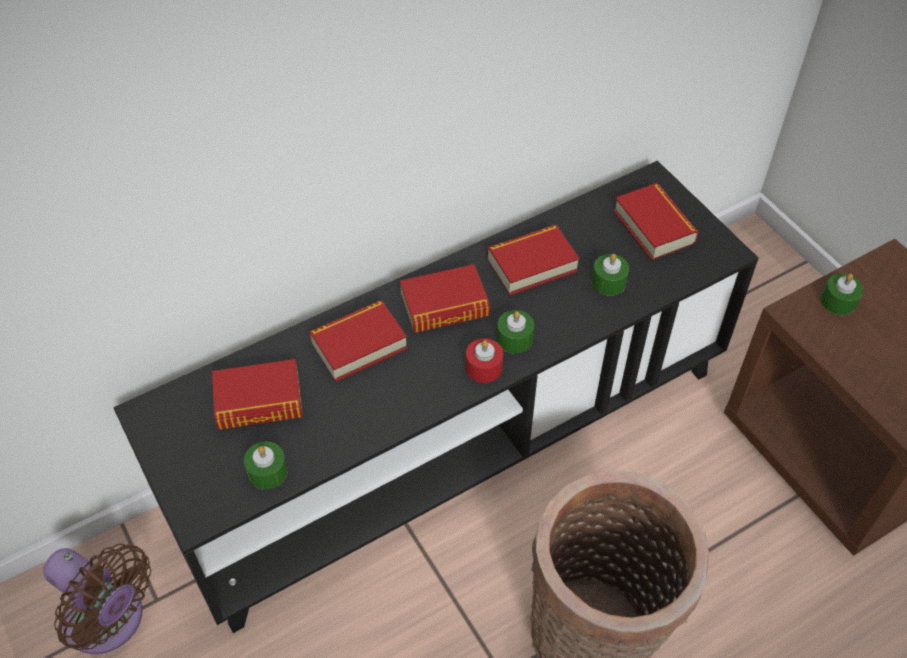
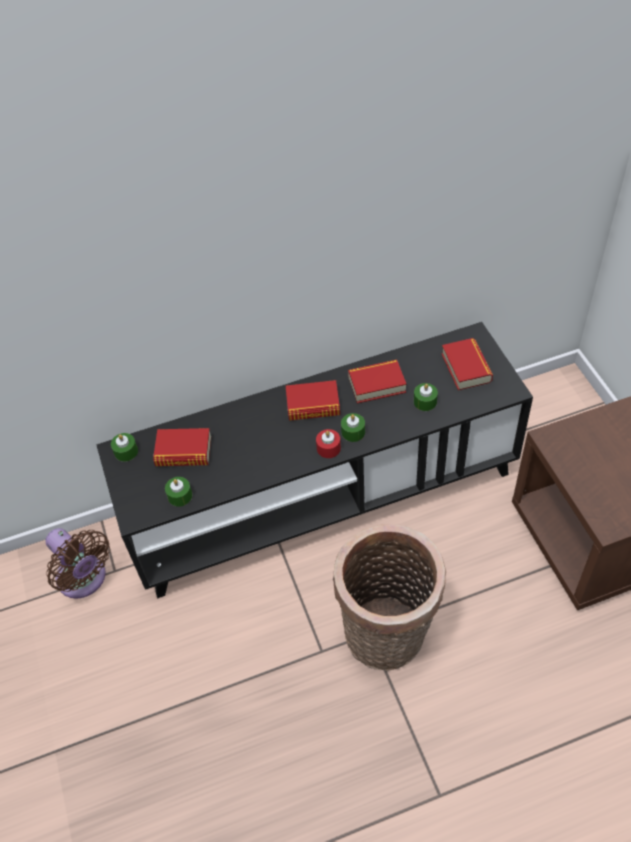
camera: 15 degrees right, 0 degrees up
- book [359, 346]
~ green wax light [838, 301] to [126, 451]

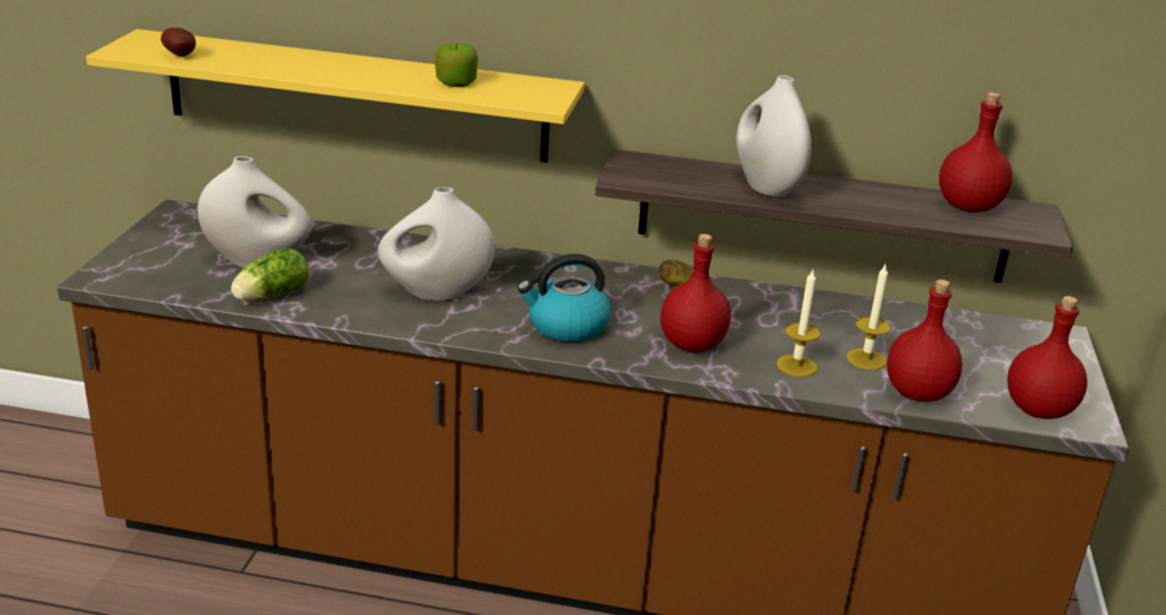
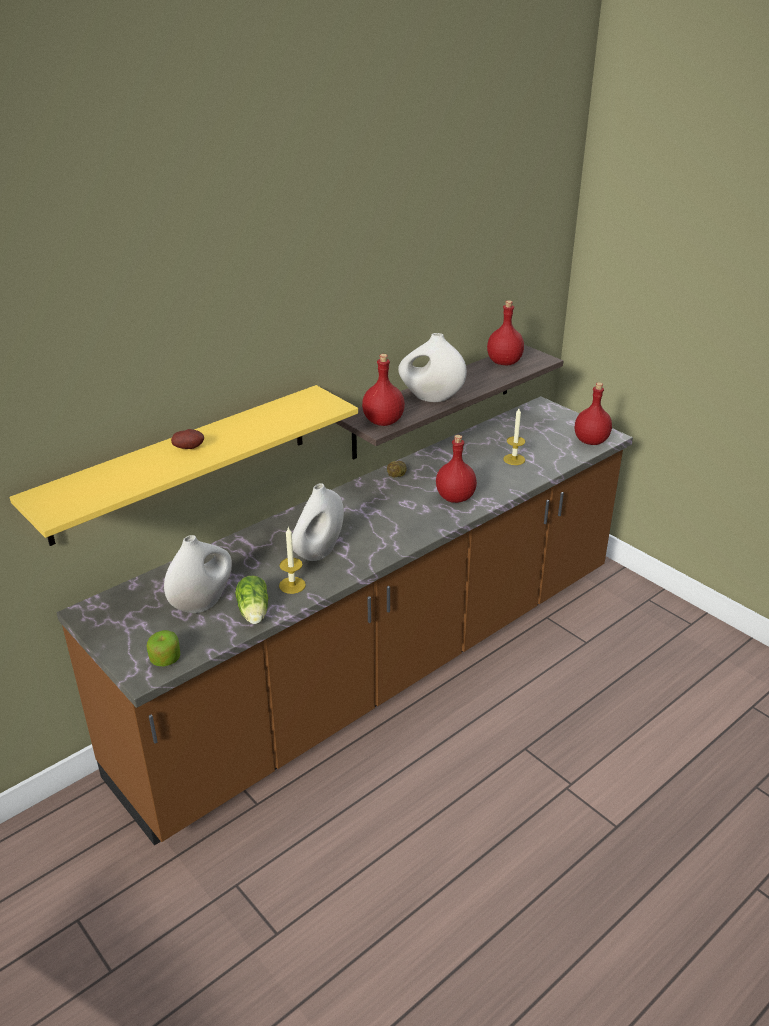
camera: 50 degrees left, 5 degrees up
~ spud [181, 55] to [190, 448]
~ whole apple [456, 83] to [165, 659]
- water kettle [566, 326]
~ wax light [796, 365] to [292, 585]
~ red-coloured drink bottle [919, 393] to [384, 421]

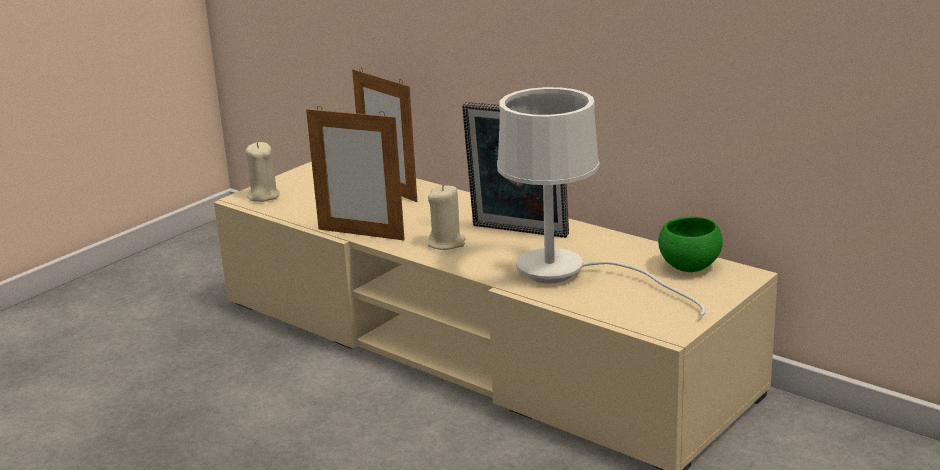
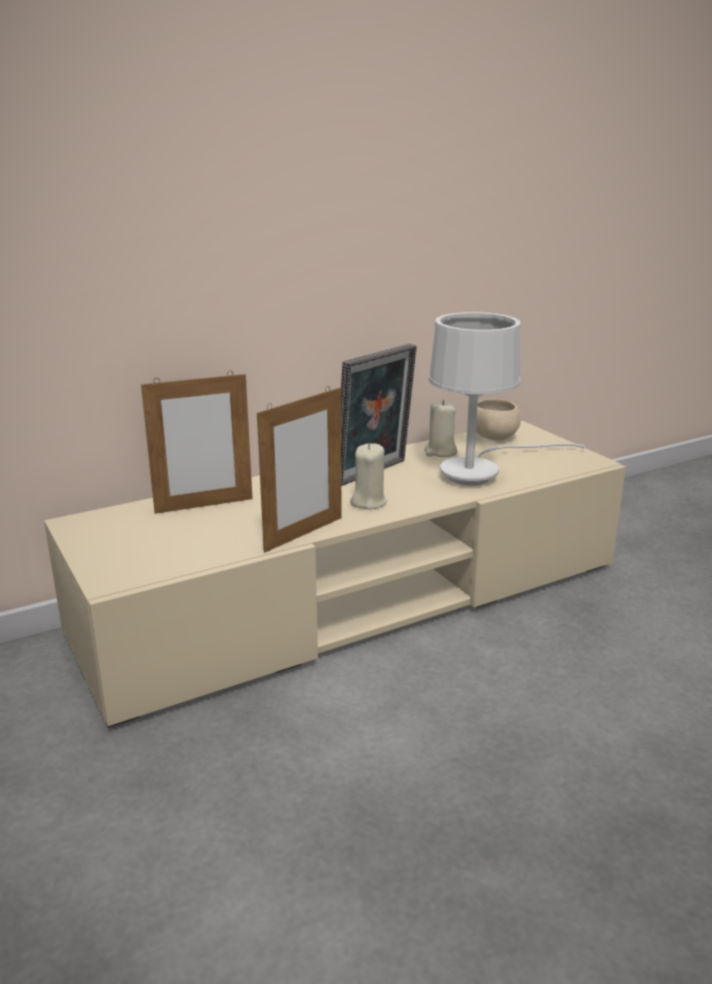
camera: 70 degrees left, 0 degrees up
~ beige-coloured wax light [263, 196] to [440, 452]
~ green bowl [690, 266] to beige-coloured bowl [494, 437]

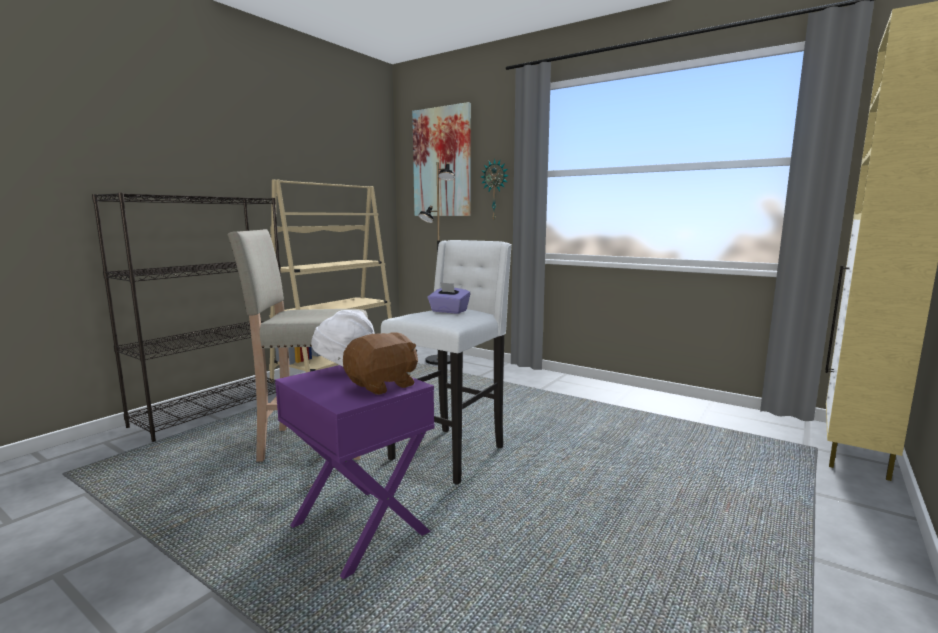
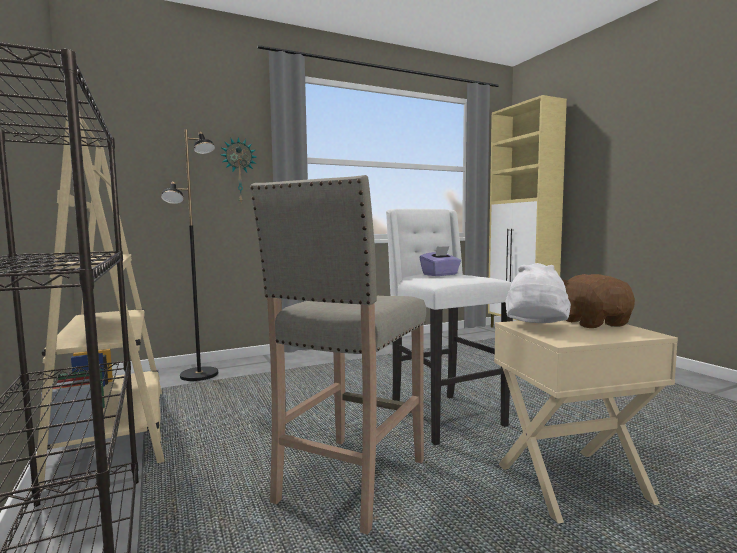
camera: 60 degrees left, 5 degrees down
~ purple-coloured side table [358, 530] to beige-coloured side table [573, 485]
- wall picture [442, 162]

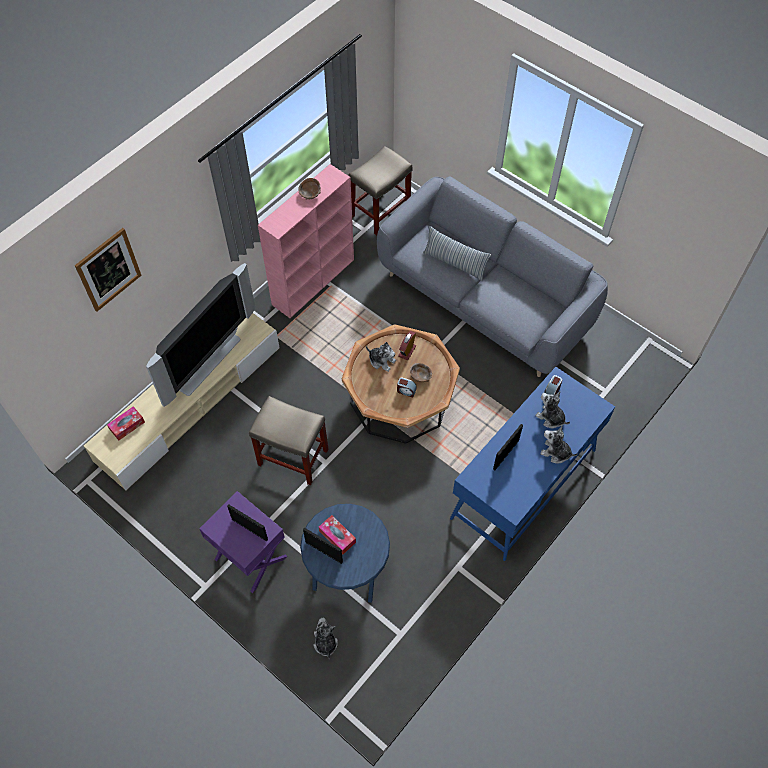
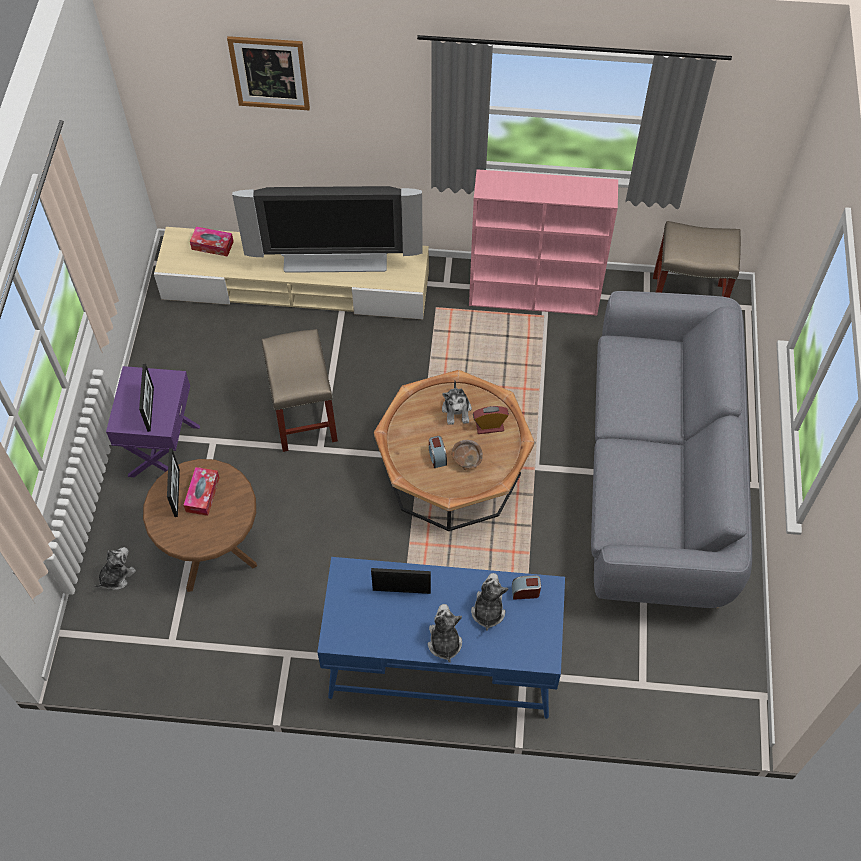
camera: 55 degrees right, 0 degrees up
- brownish bowl [310, 193]
~ blue-coloured side table [347, 568] to brownish side table [211, 545]
- throw pillow [454, 263]

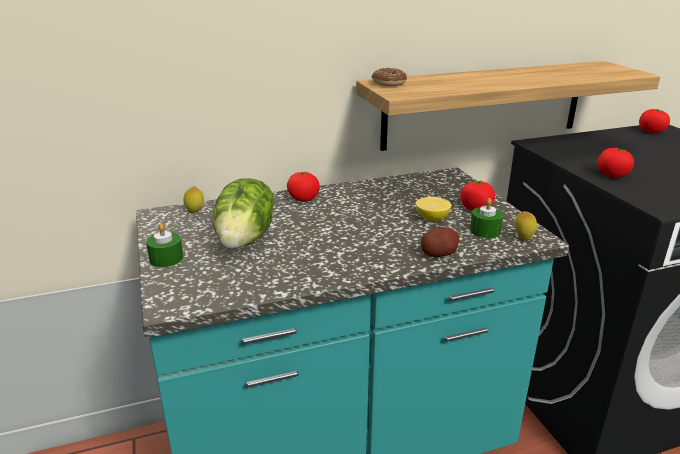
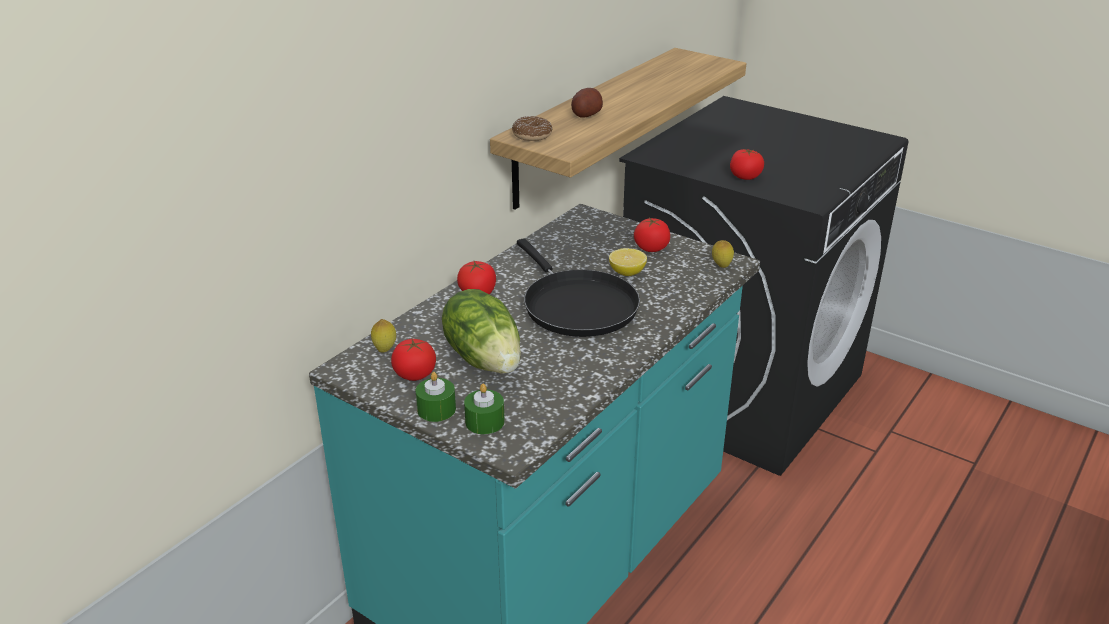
camera: 35 degrees left, 5 degrees up
~ spud [438, 253] to [586, 114]
~ green wax light [485, 231] to [484, 421]
~ fresh tomato [651, 131] to [415, 374]
+ black skillet [576, 305]

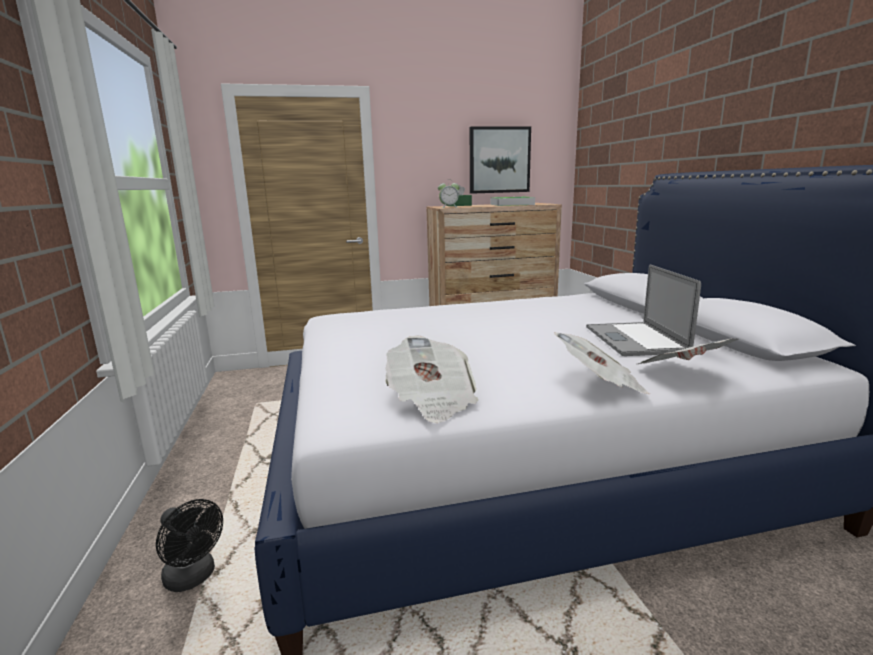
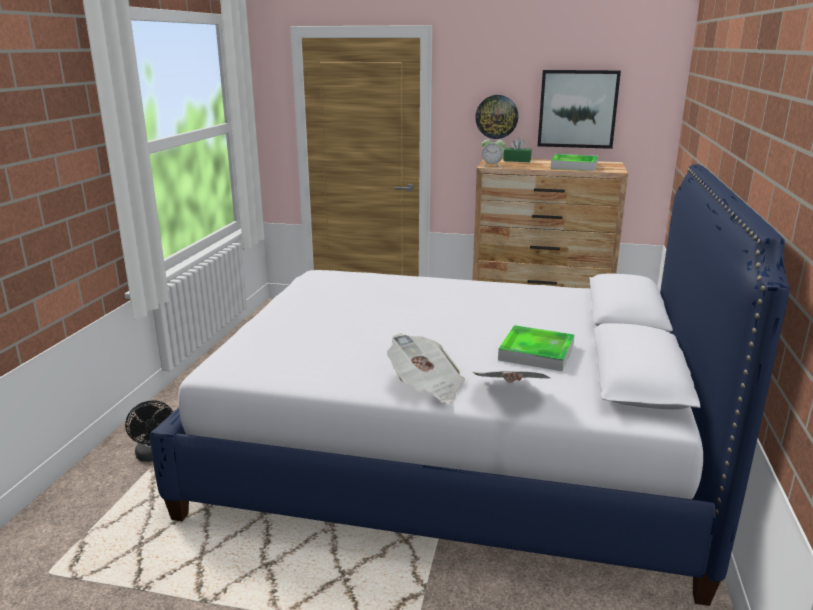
camera: 25 degrees right, 5 degrees up
- daily paper [432, 401]
~ notebook computer [634, 339] to tray [536, 352]
+ hanging clock [496, 116]

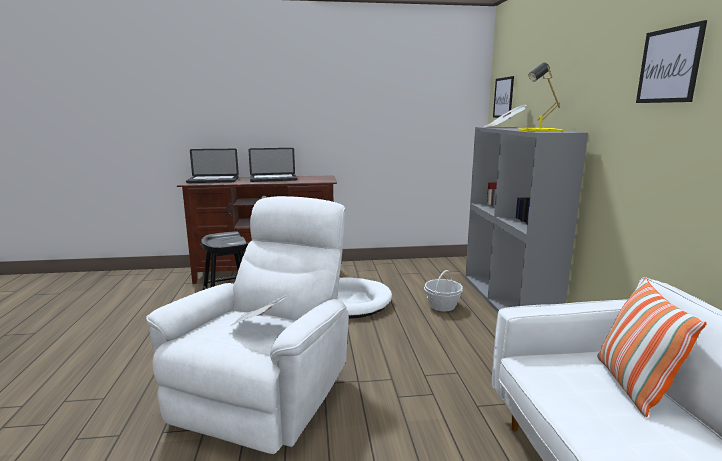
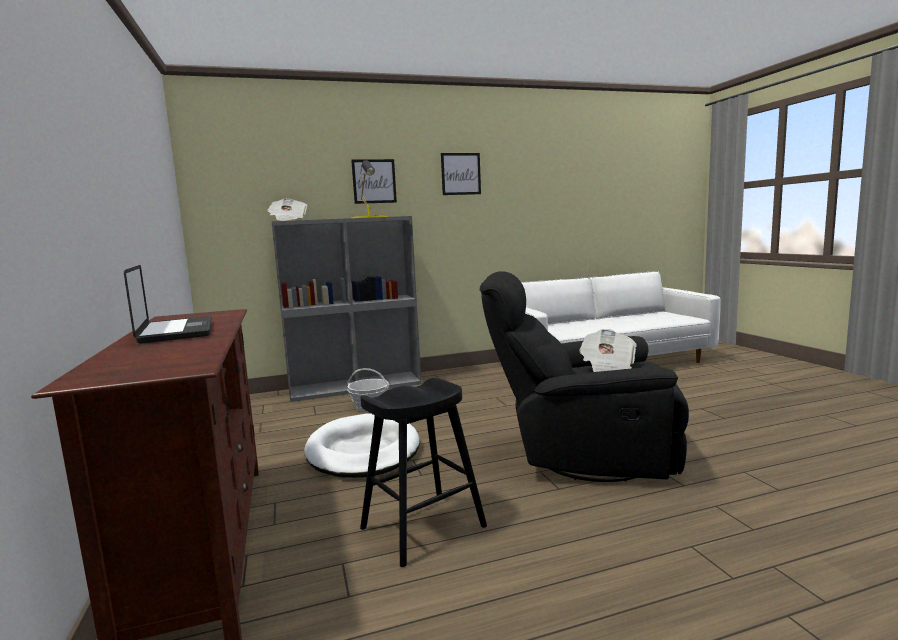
camera: 100 degrees left, 5 degrees down
~ white-coloured armchair [268, 392] to black armchair [581, 454]
- notebook computer [213, 180]
~ wall picture [503, 97] to [374, 181]
- throw pillow [632, 386]

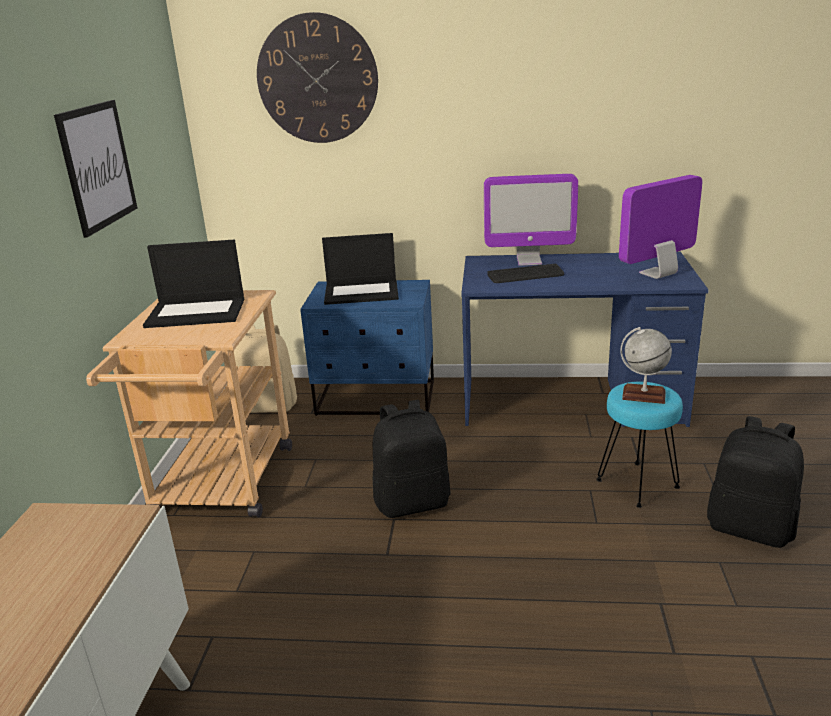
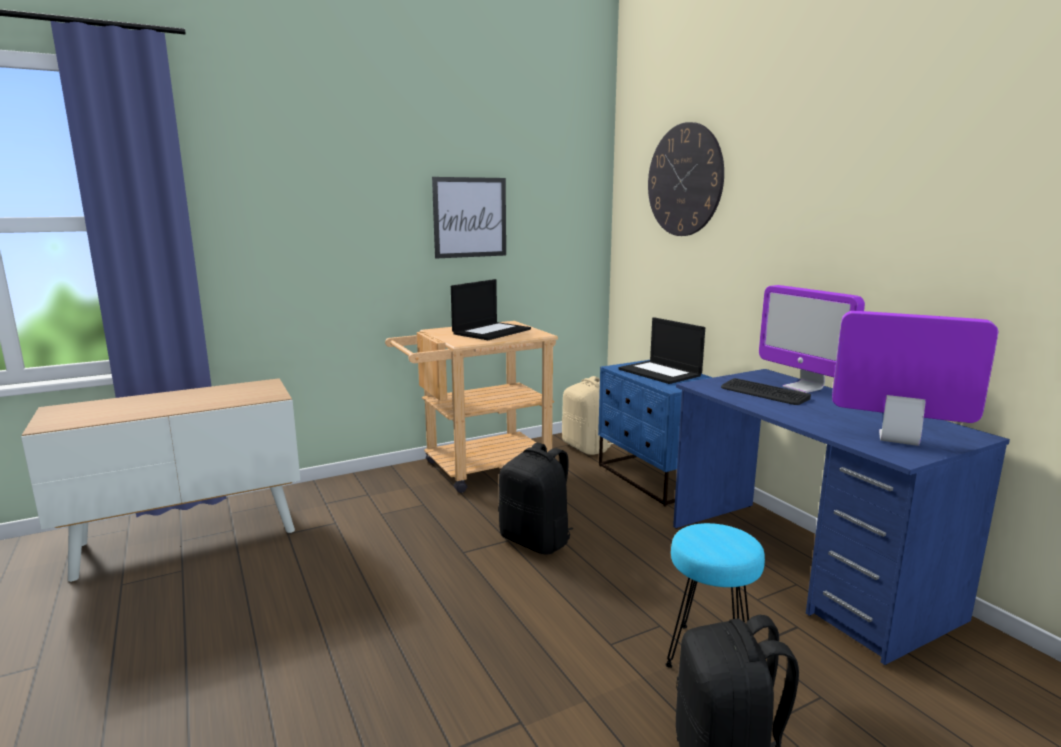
camera: 55 degrees right, 10 degrees down
~ notebook computer [197, 312] = [491, 331] 105 degrees counterclockwise
- world globe [643, 395]

